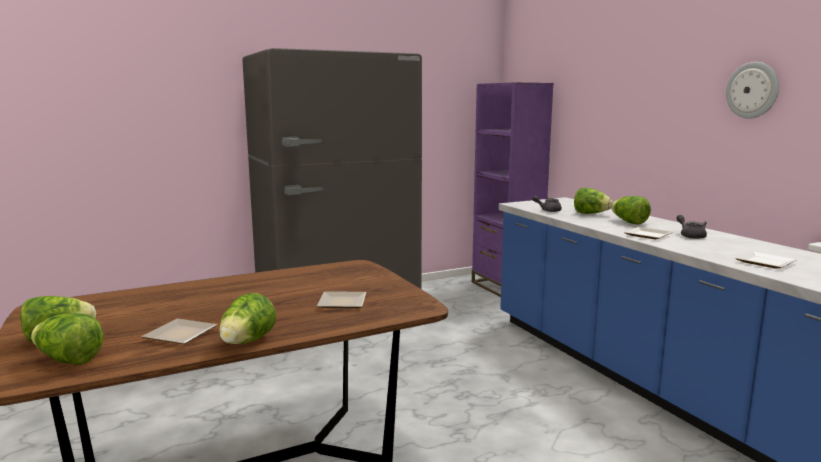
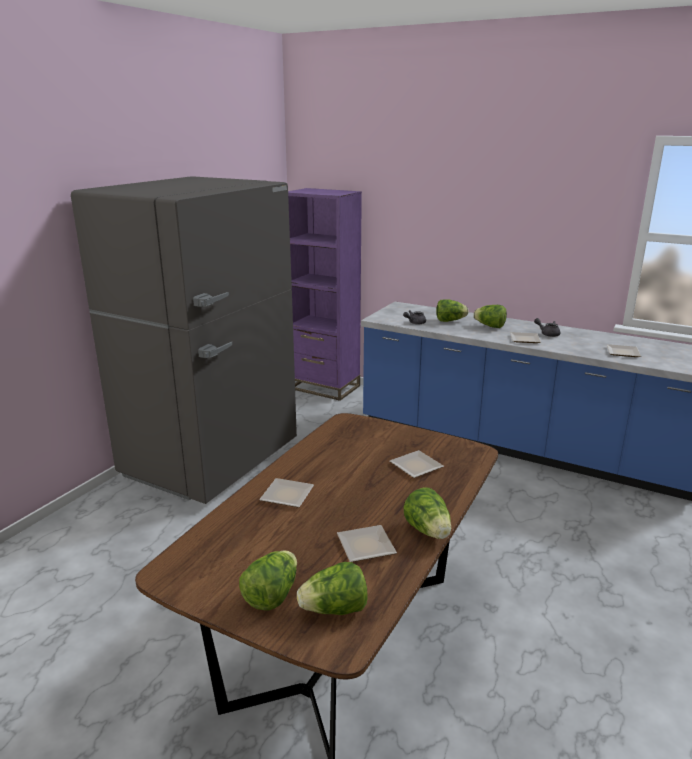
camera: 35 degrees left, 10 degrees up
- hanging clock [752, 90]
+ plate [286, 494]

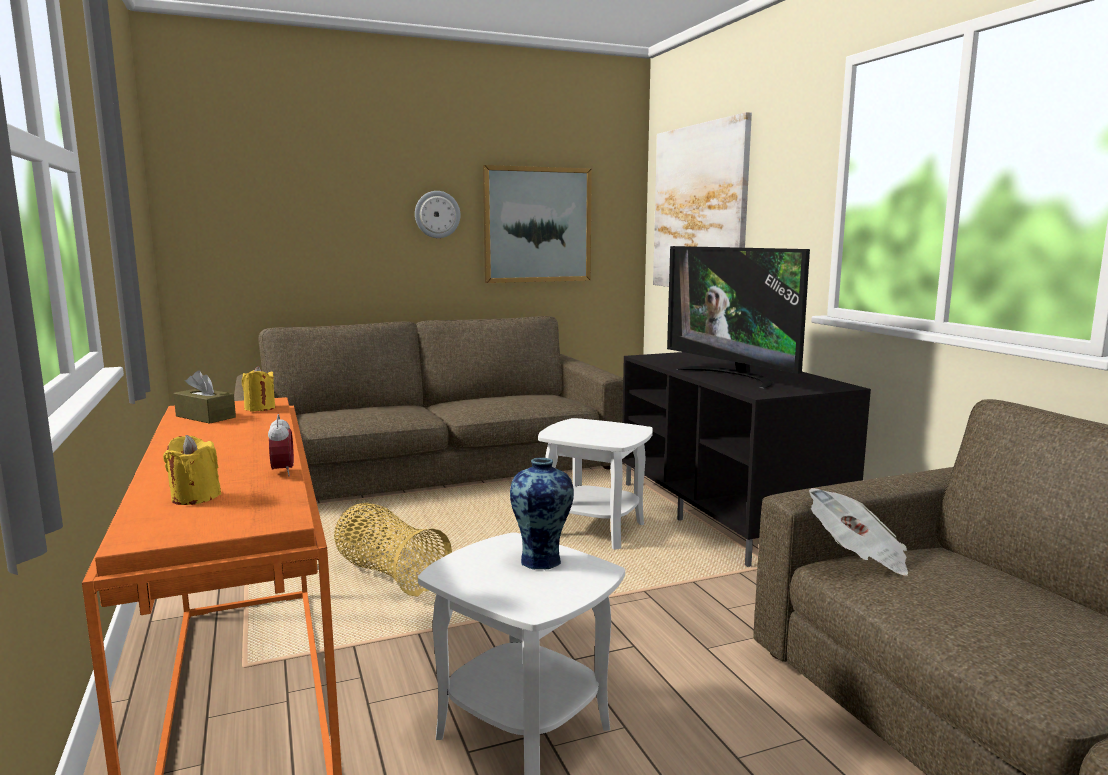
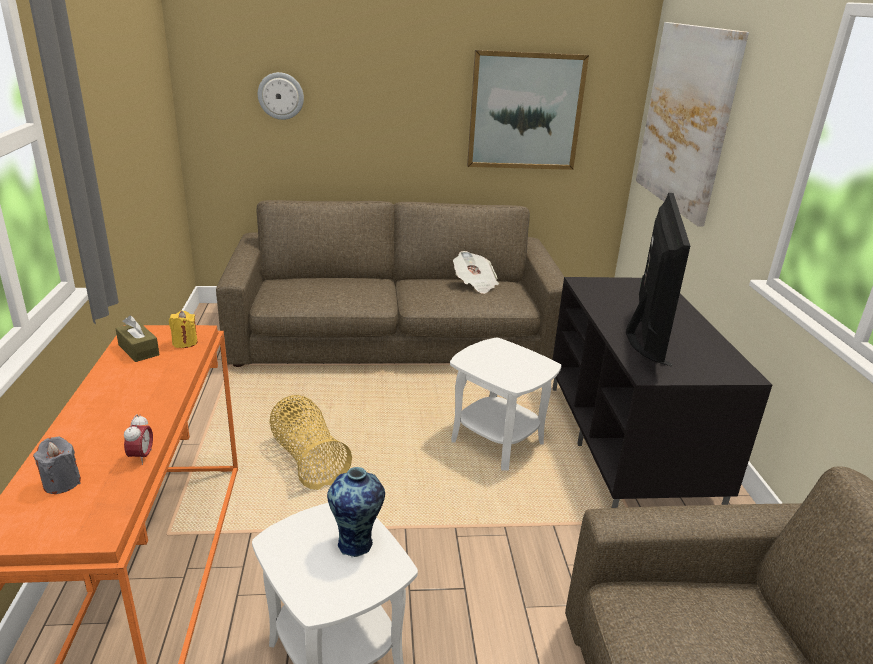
camera: 15 degrees right, 15 degrees up
~ yellowish wax light [195, 497] to grey wax light [62, 483]
~ hanging clock [437, 214] to [281, 96]
~ television [733, 376] = [644, 336] 150 degrees counterclockwise
~ daily paper [858, 556] to [475, 284]

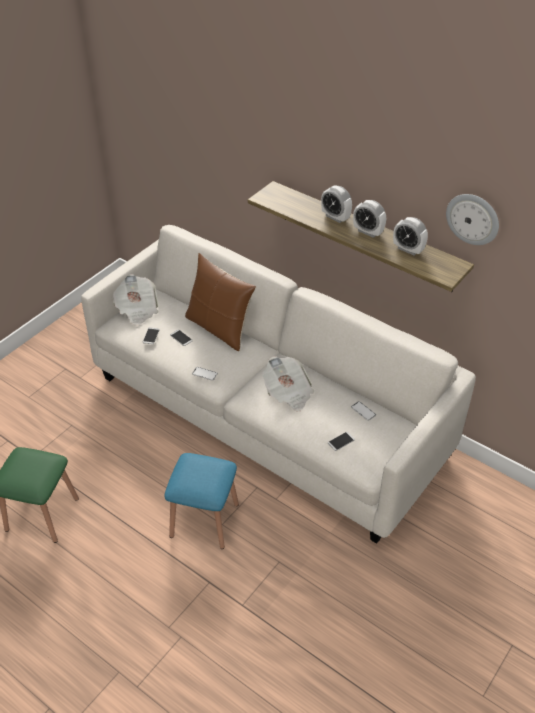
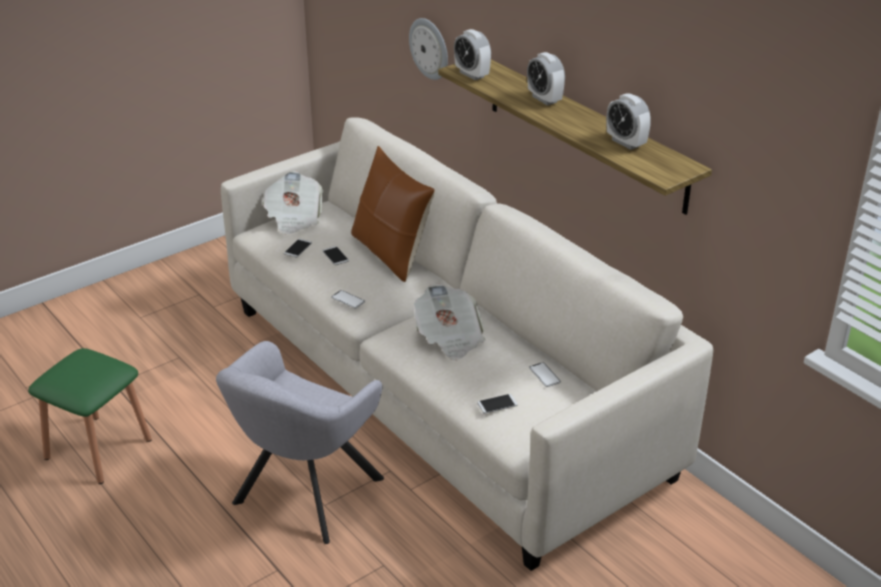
camera: 15 degrees right, 10 degrees down
~ blue-coloured stool seat [204, 520] to grey armchair [303, 495]
~ bedside clock [368, 232] to [472, 74]
~ hanging clock [473, 218] to [430, 48]

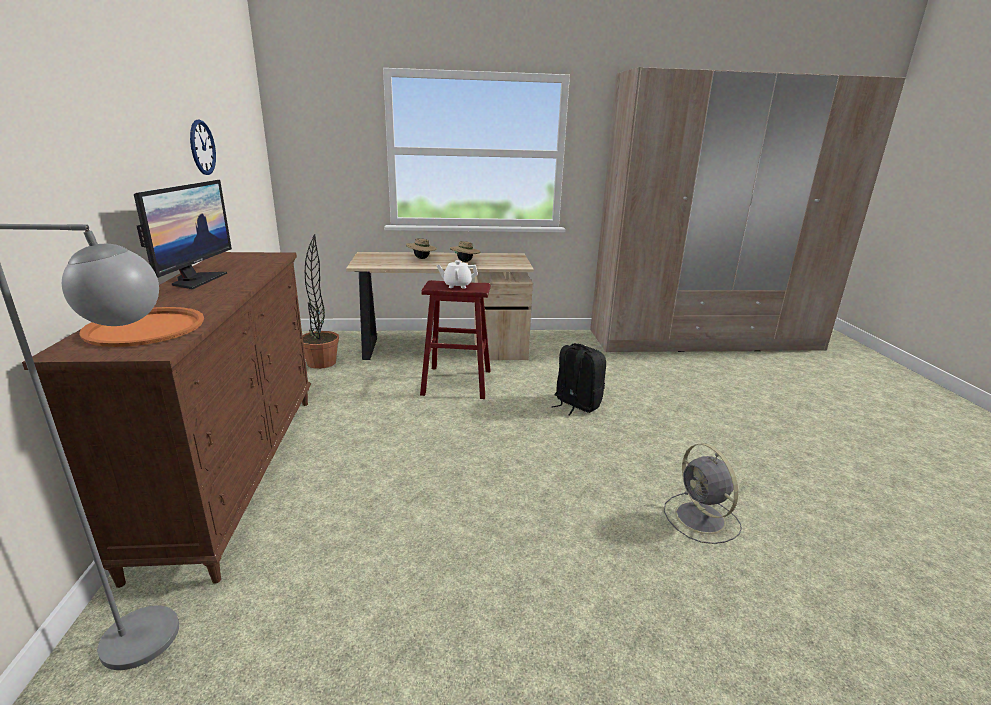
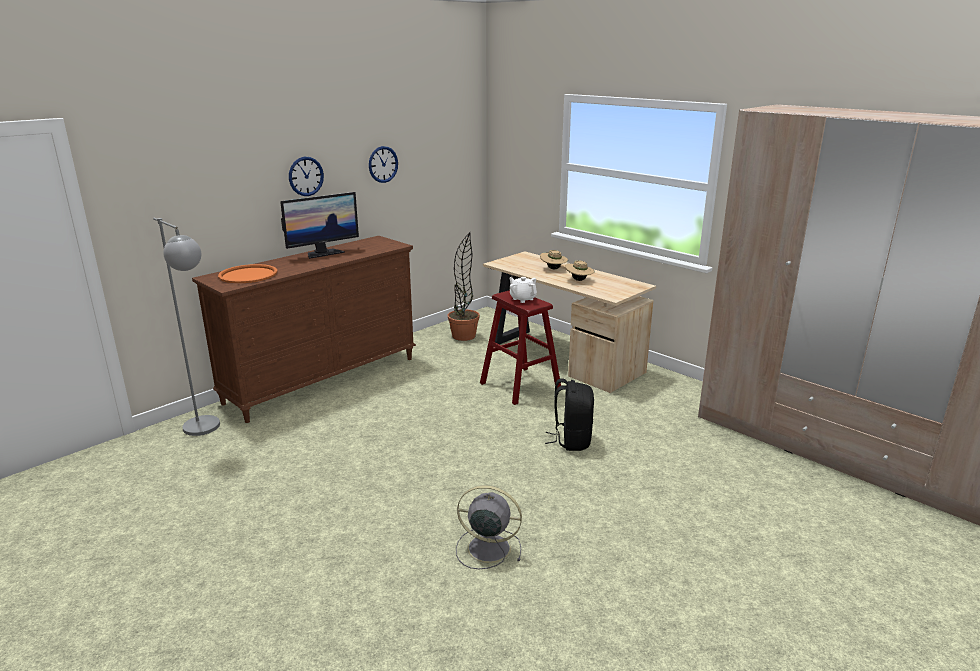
camera: 50 degrees right, 0 degrees up
~ grey electric fan [701, 519] = [487, 548] 75 degrees clockwise
+ hanging clock [306, 176]

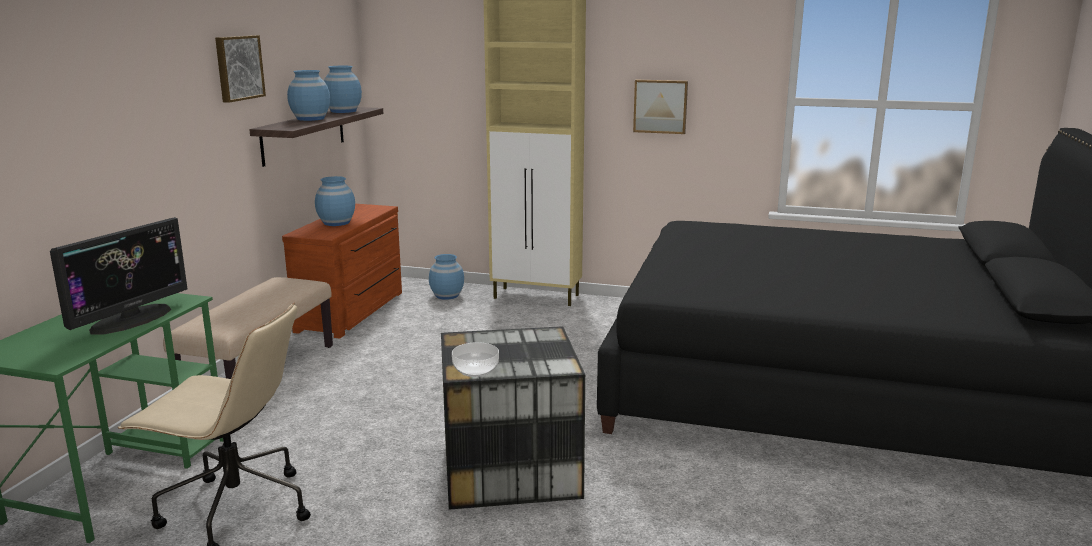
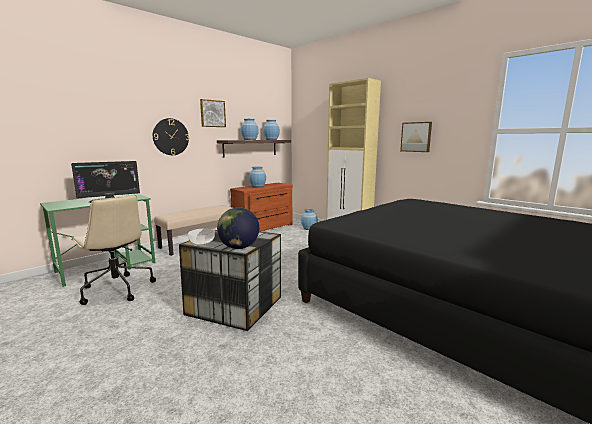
camera: 30 degrees right, 5 degrees down
+ hanging clock [171, 137]
+ world globe [238, 247]

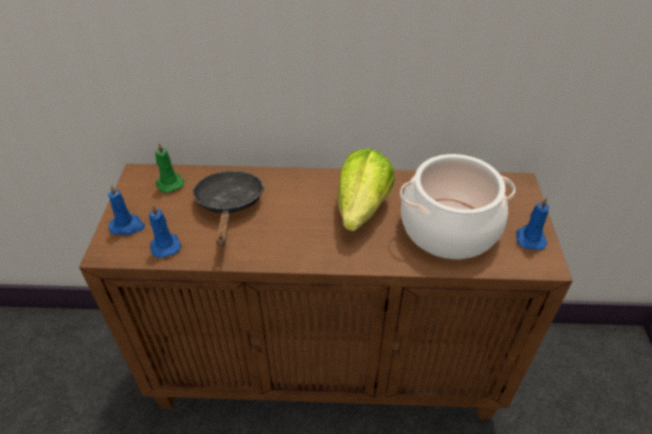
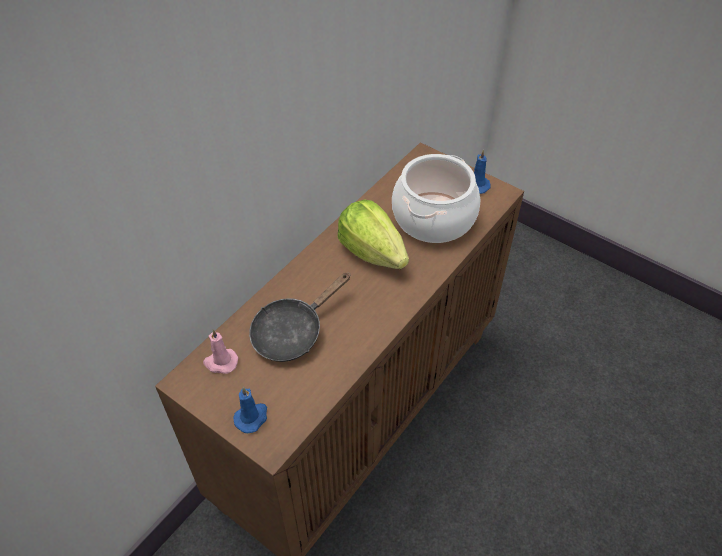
camera: 55 degrees left, 5 degrees up
- blue-coloured wax light [165, 245]
~ green wax light [169, 183] to pinkish wax light [220, 362]
~ black skillet [229, 205] = [292, 332] 75 degrees counterclockwise

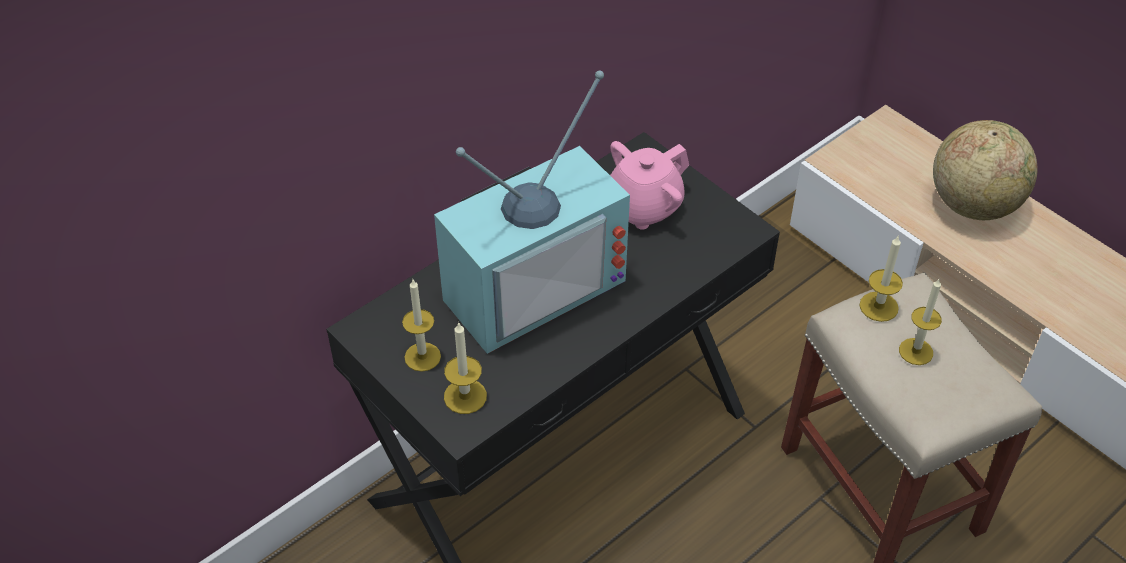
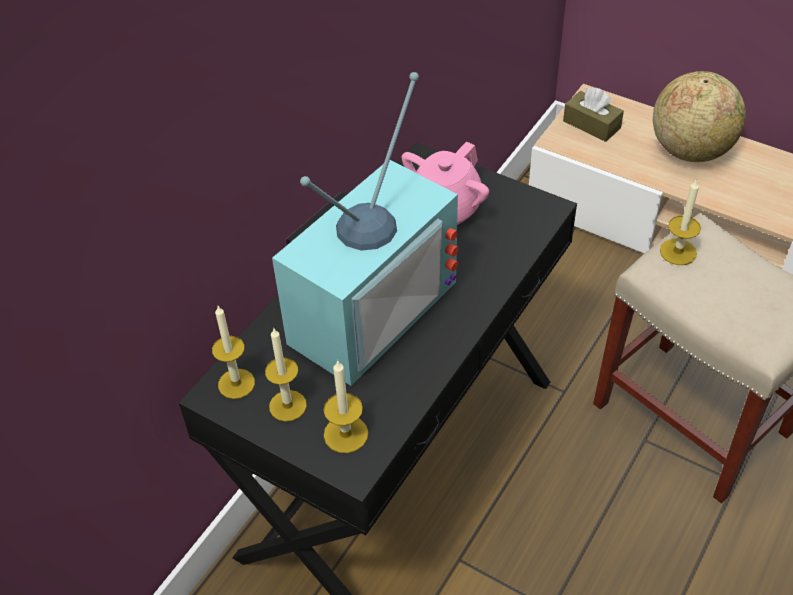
camera: 15 degrees left, 0 degrees up
~ wax light [916, 351] to [236, 383]
+ brownish box of tissues [591, 124]

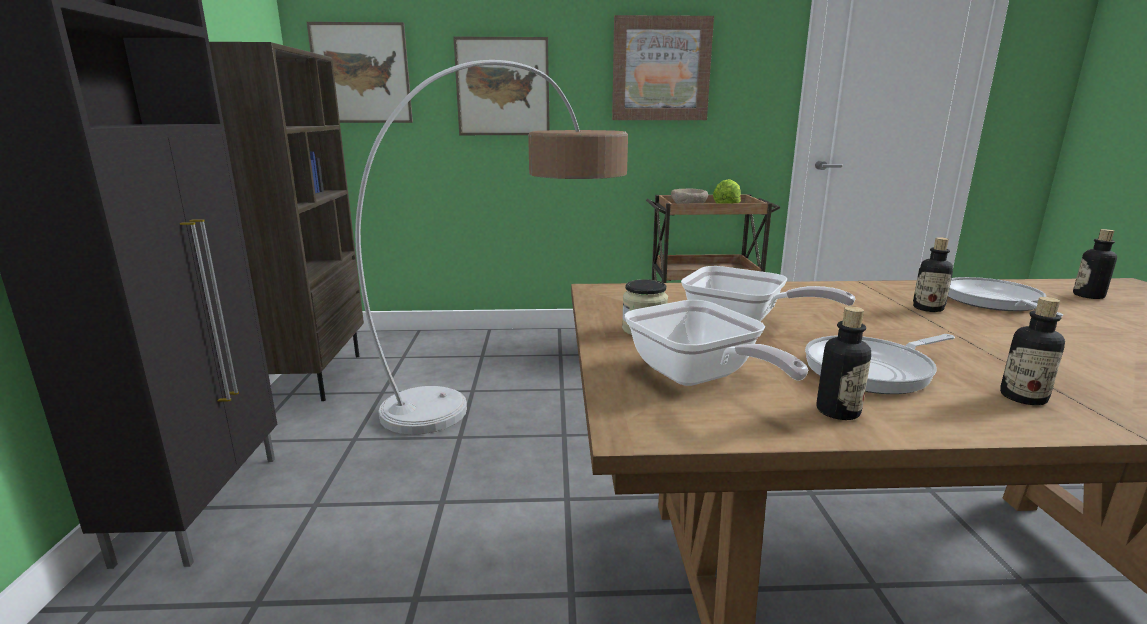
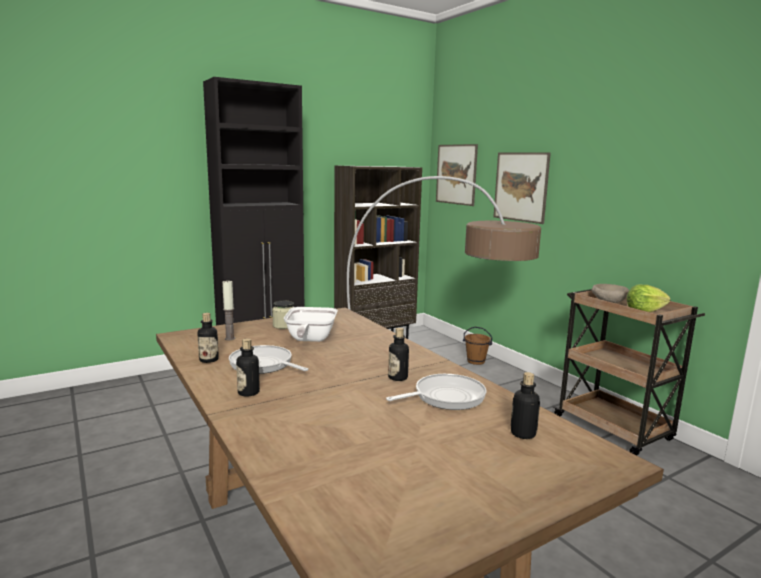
camera: 60 degrees right, 5 degrees down
- wall picture [660, 69]
~ skillet [698, 378] to wax light [230, 338]
+ brownish pail [476, 361]

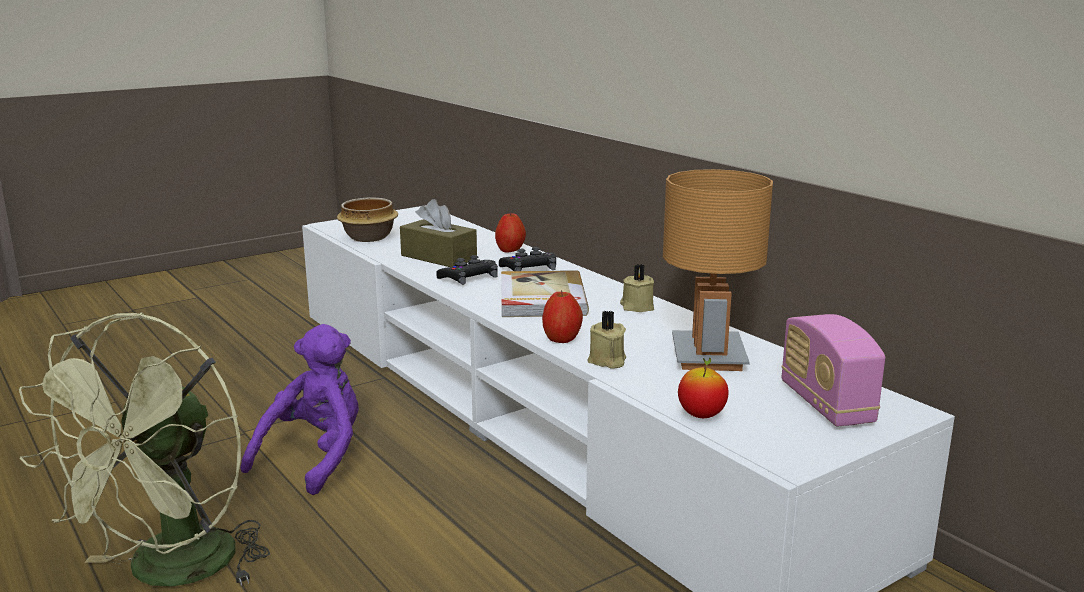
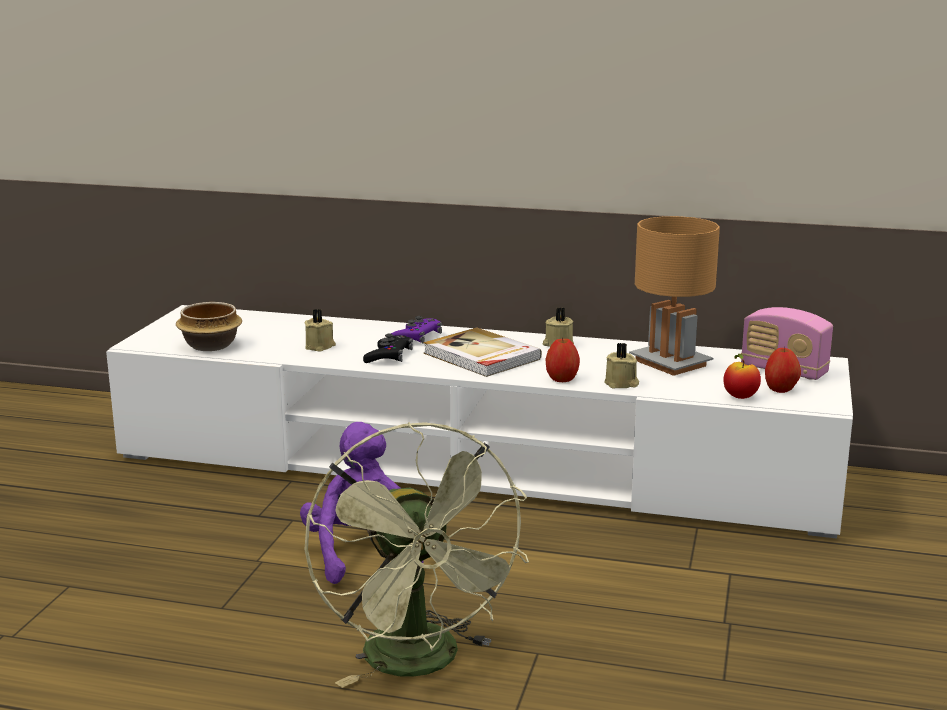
camera: 40 degrees left, 0 degrees up
~ brownish box of tissues [438, 257] to beige-coloured wax light [320, 346]
~ whole apple [510, 250] to [780, 389]
~ black gamepad [529, 269] to purple-coloured gamepad [416, 337]

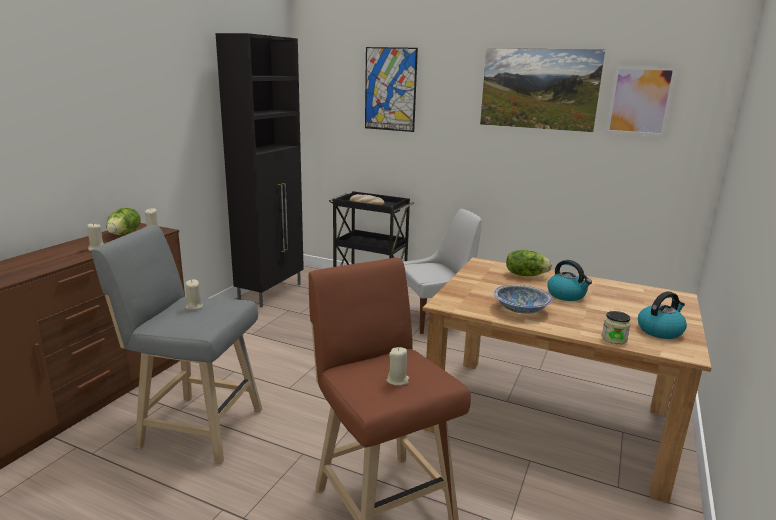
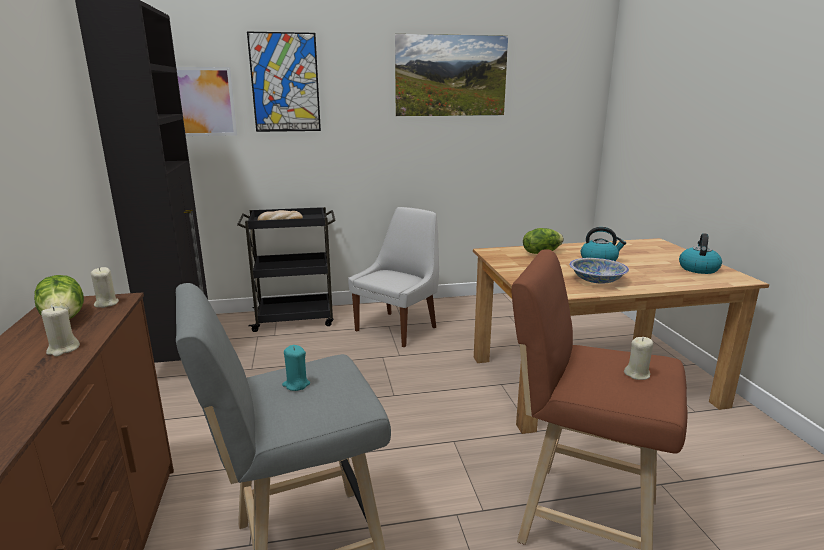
camera: 35 degrees left, 0 degrees up
~ beige-coloured wax light [194, 307] to turquoise wax light [296, 384]
- storage jar [614, 339]
~ wall picture [640, 101] to [205, 102]

